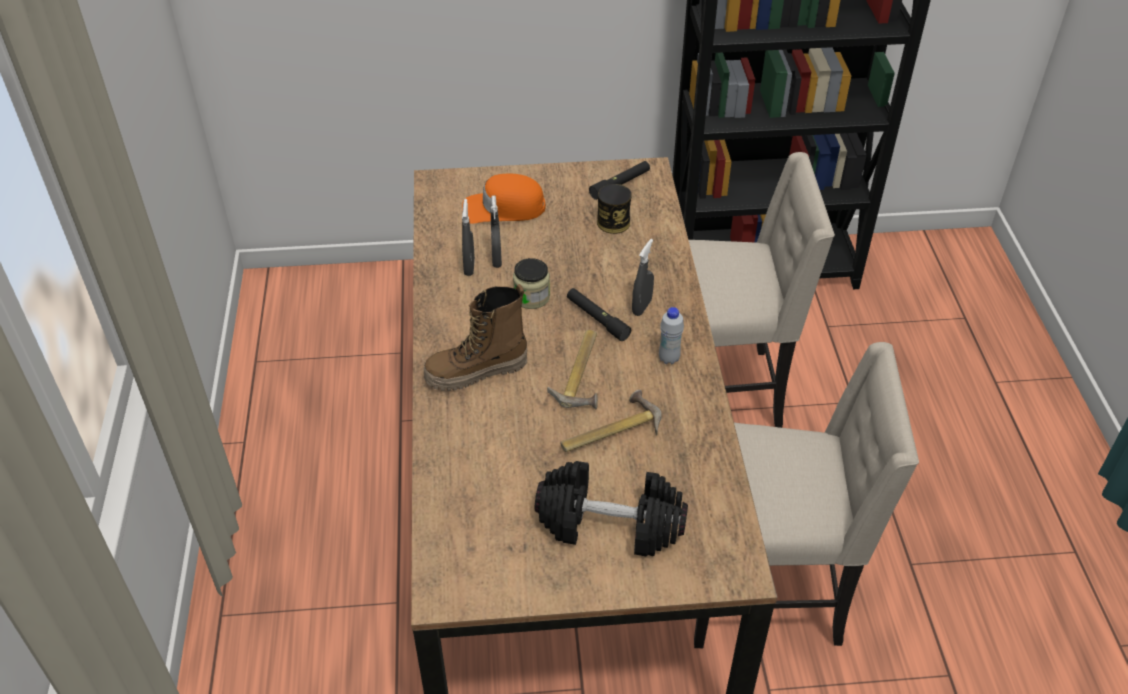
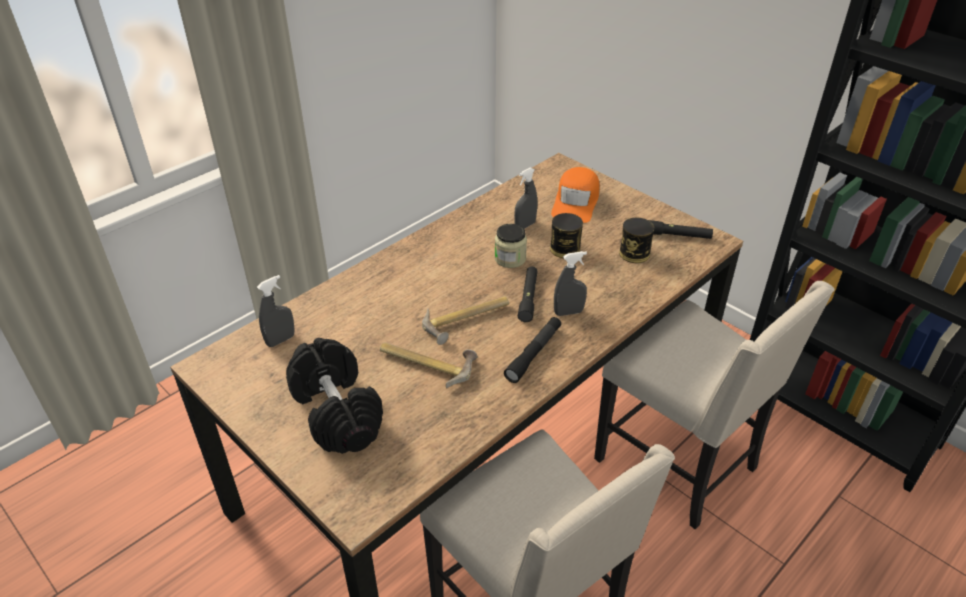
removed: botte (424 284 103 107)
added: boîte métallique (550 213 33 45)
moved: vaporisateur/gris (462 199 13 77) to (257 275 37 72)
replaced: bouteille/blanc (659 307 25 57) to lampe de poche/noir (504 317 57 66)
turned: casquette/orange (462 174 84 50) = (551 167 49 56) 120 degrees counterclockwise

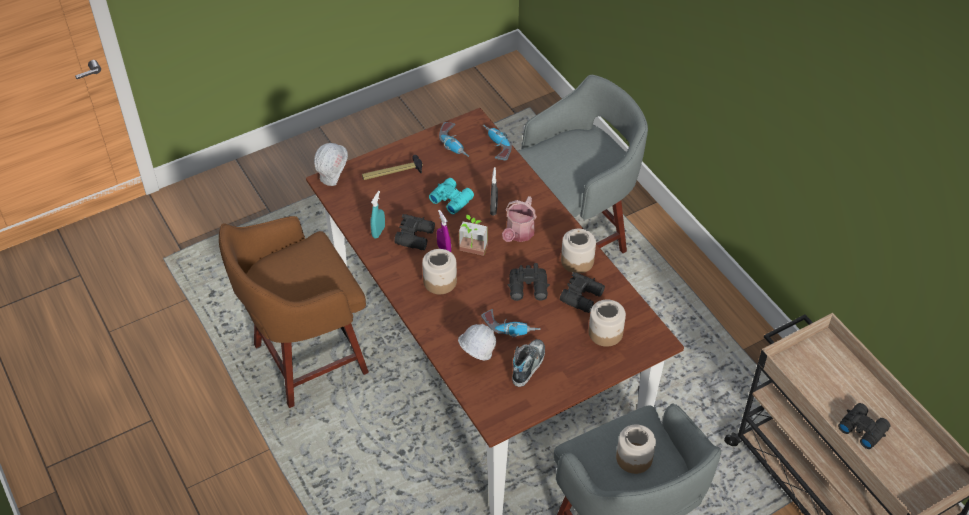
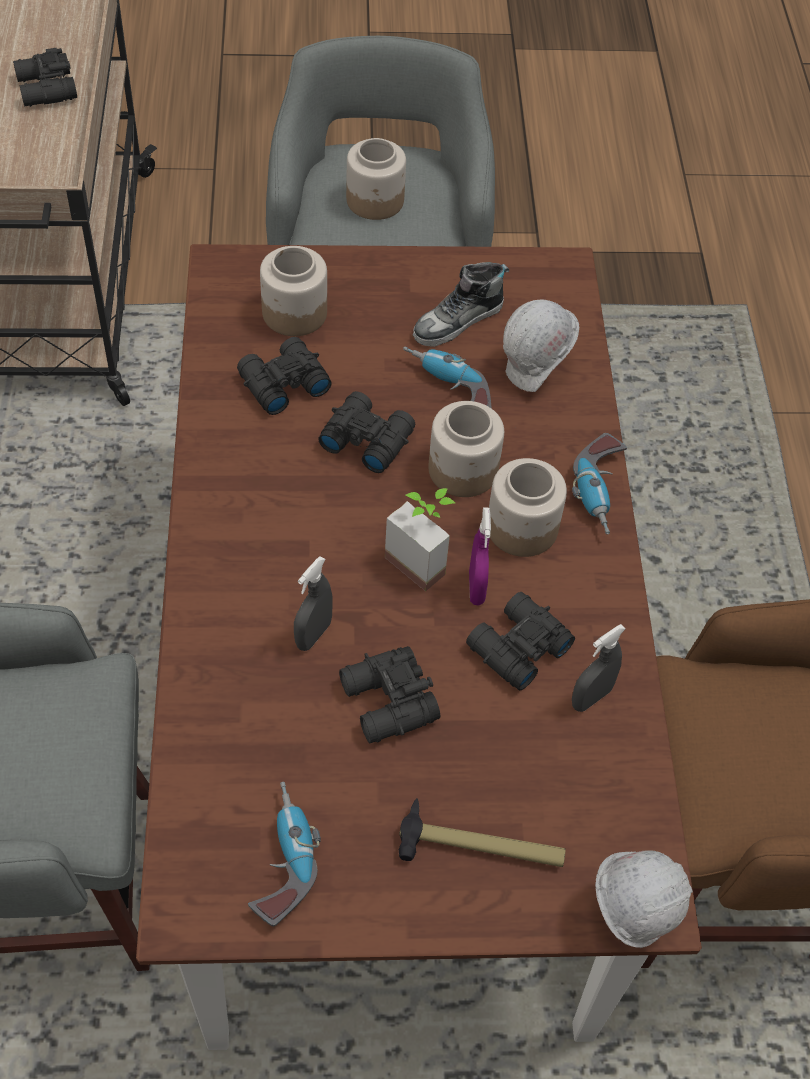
removed: arrosoir (502 196 35 46)
moved: perceuse (483 125 29 35) to (572 433 55 101); bocal (561 229 35 45) to (428 401 76 96)
recoloured: jumelles/turquoise (429 178 45 36) to jumelles/noir (339 646 101 97); vaporisateur/turquoise (370 191 15 47) to vaporisateur/gris (572 624 54 88)

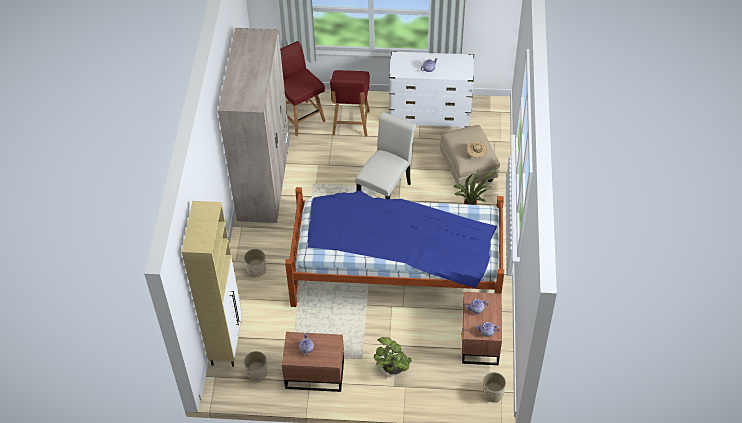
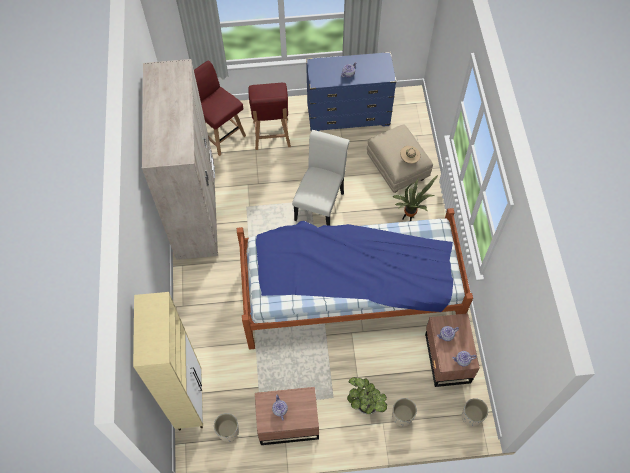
moved: cache-pot/beige (244 249 22 28) to (392 398 25 29)
recoloured: commode/blanc (389 51 85 77) to commode/bleu (306 52 91 79)

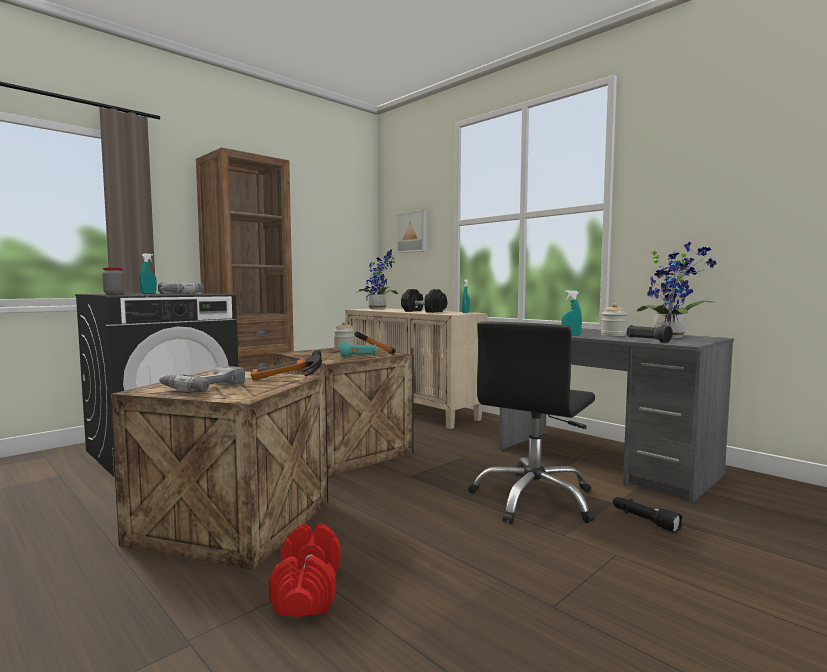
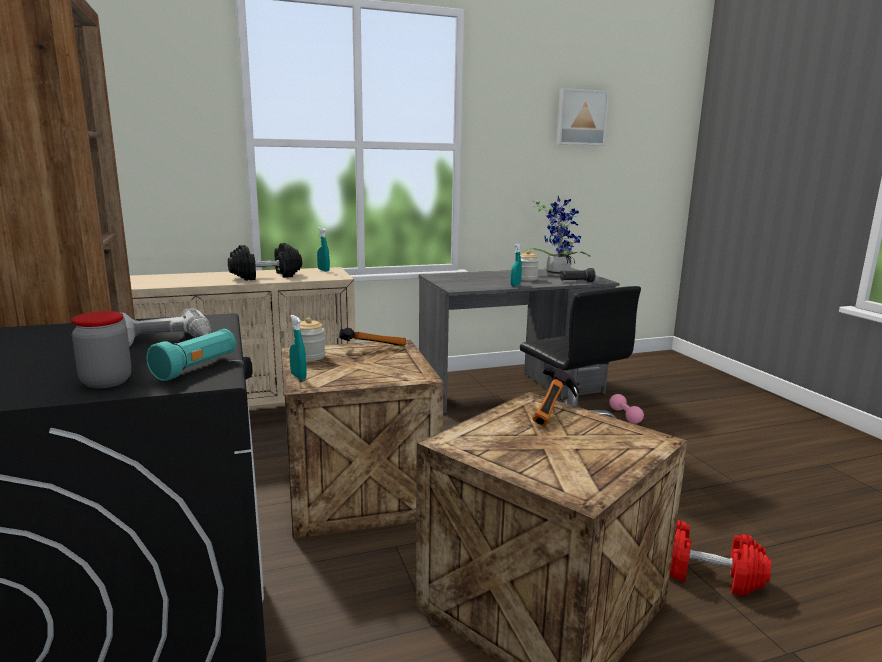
removed: plante en pot (355 249 43 60); perceuse (159 366 86 26)
moved: tableau (396 210 31 43) to (556 88 53 57); vaporisateur/turquoise (139 254 18 40) to (289 315 18 65); lampe de poche/turquoise (340 342 36 15) to (146 329 90 52)
replaced: lampe de poche/noir (613 497 70 37) to haltère/rose (609 394 35 30)

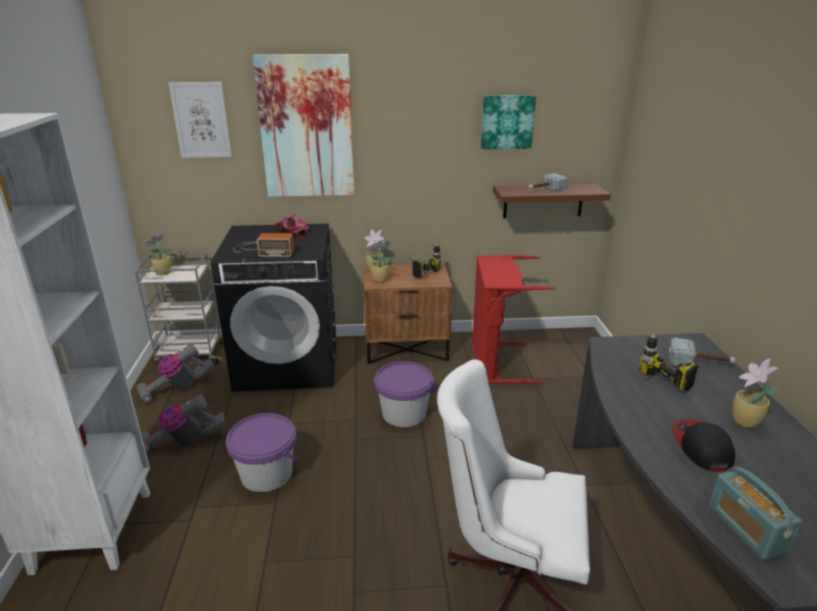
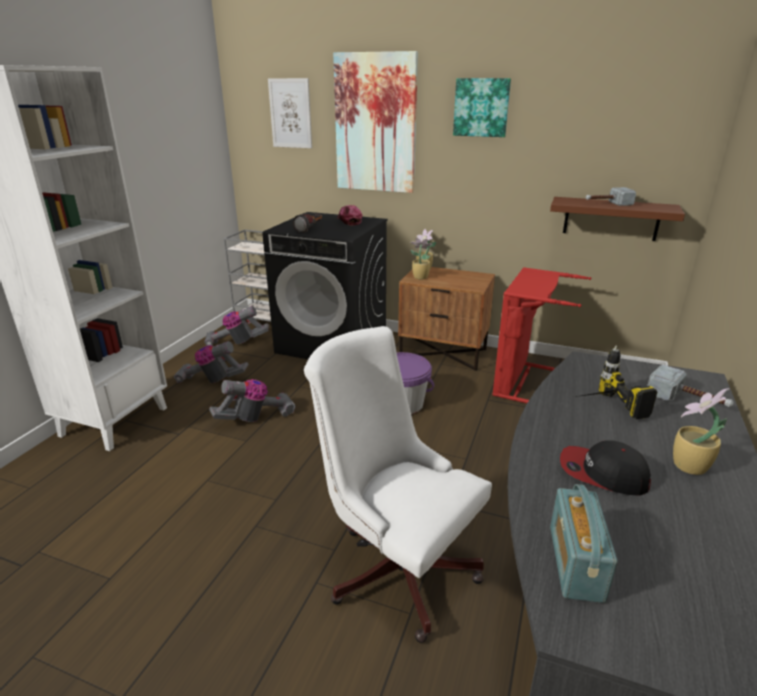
removed: plante en pot (144 233 28 42); perceuse (412 243 29 35)
moved: tableau (481 95 55 54) to (453 78 58 59)
replaced: radio (233 233 61 24) to lampe de poche (293 214 29 19); seau/violet (226 413 74 79) to aspirateur (209 379 87 43)
turned: casquette (672 419 63 52) = (560 440 91 56) 90 degrees counterclockwise

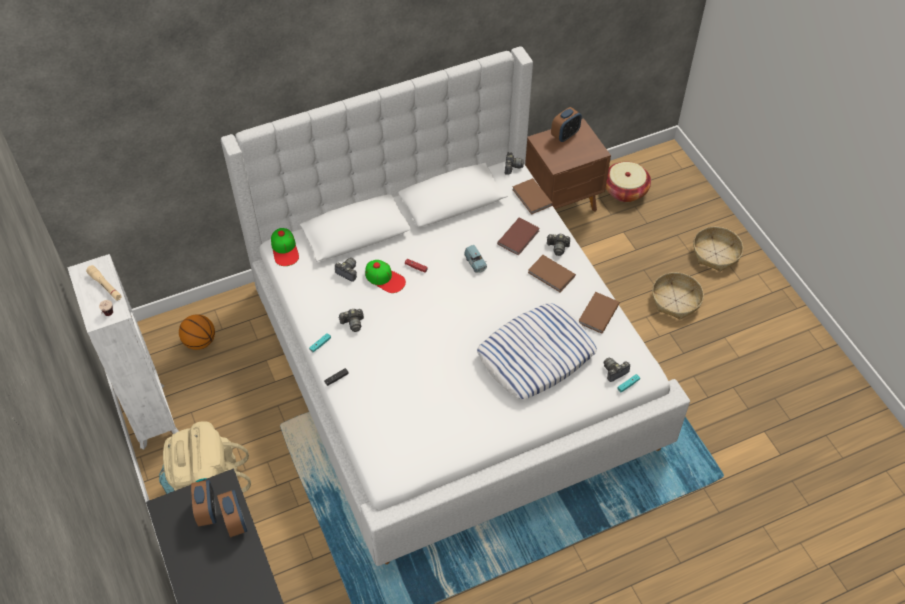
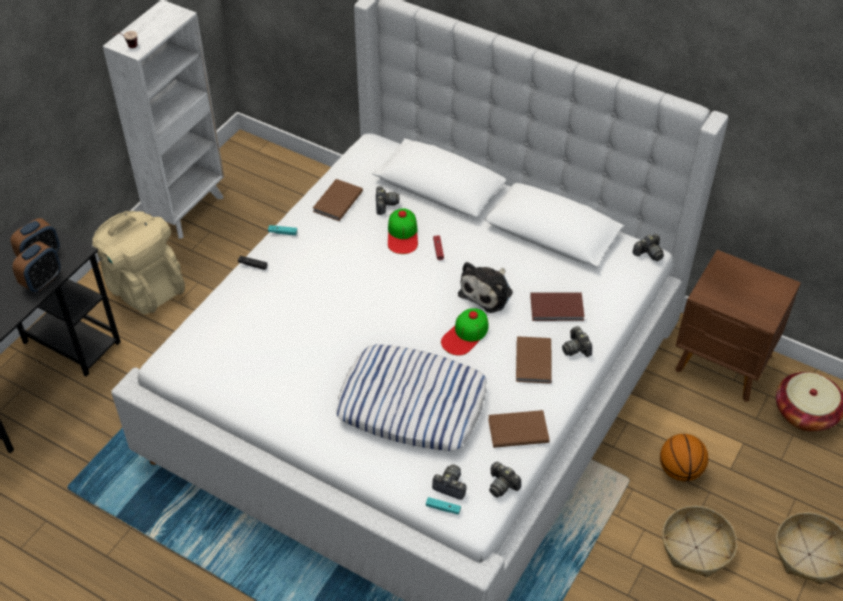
removed: réveil (551 107 31 35); lampe de poche/beige (86 265 36 36)
moved: livre/marron (512 178 41 37) to (313 179 50 42); casquette (271 228 28 38) to (441 308 47 48); appareil photo (339 309 25 23) to (489 462 32 36); ballon de basket (179 314 36 36) to (660 434 49 47)
replaced: petite voiture/bleu (464 245 23 28) to peluche (458 262 55 51)

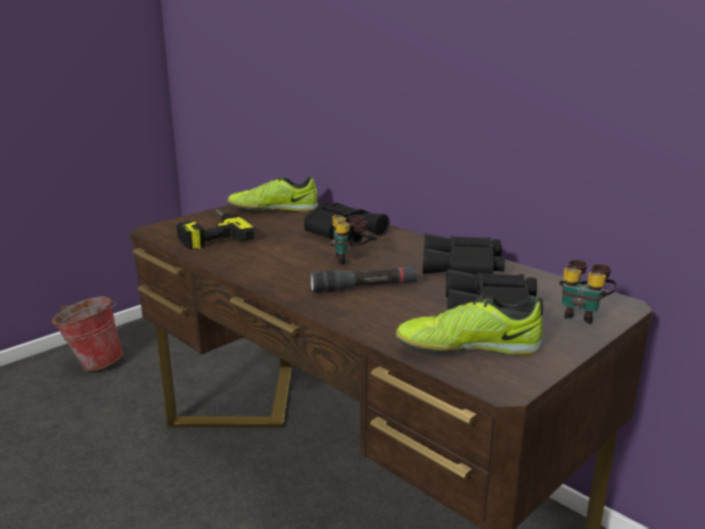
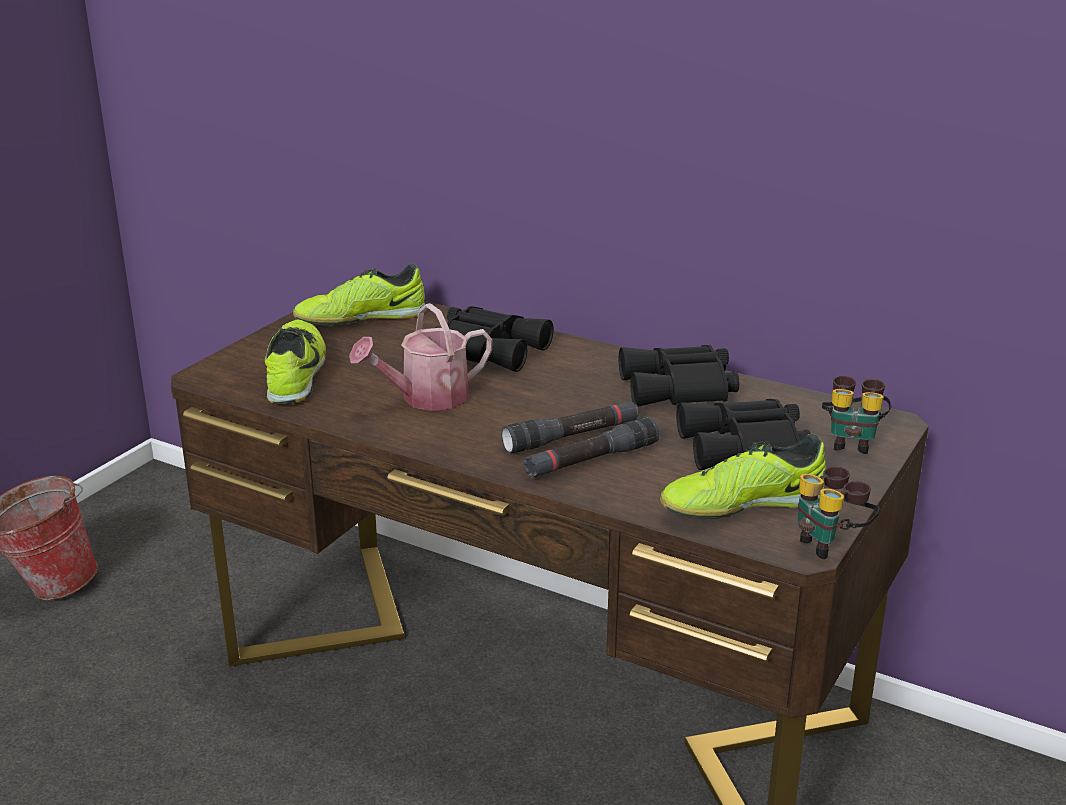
added: arrosoir (349 303 144 108); lampe de poche/noir (523 416 136 62)
moved: jumelles (329 215 48 50) to (797 466 83 93)
replaced: perceuse (177 209 78 40) to chaussure (265 320 61 85)

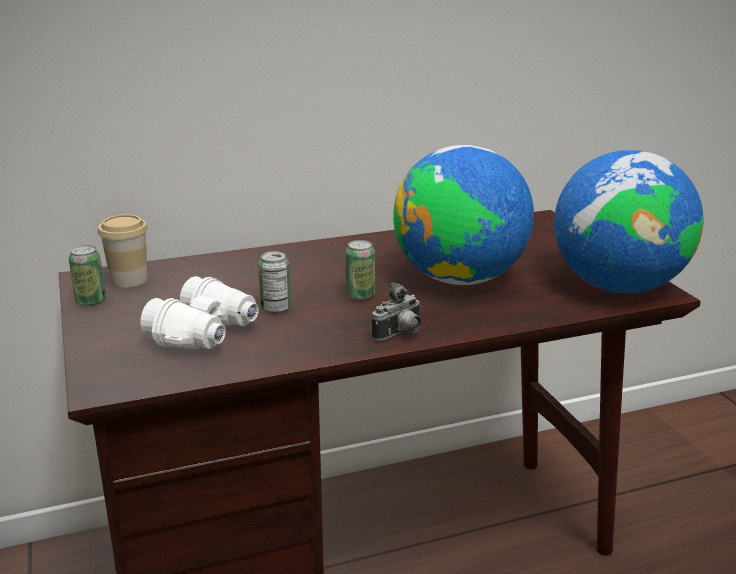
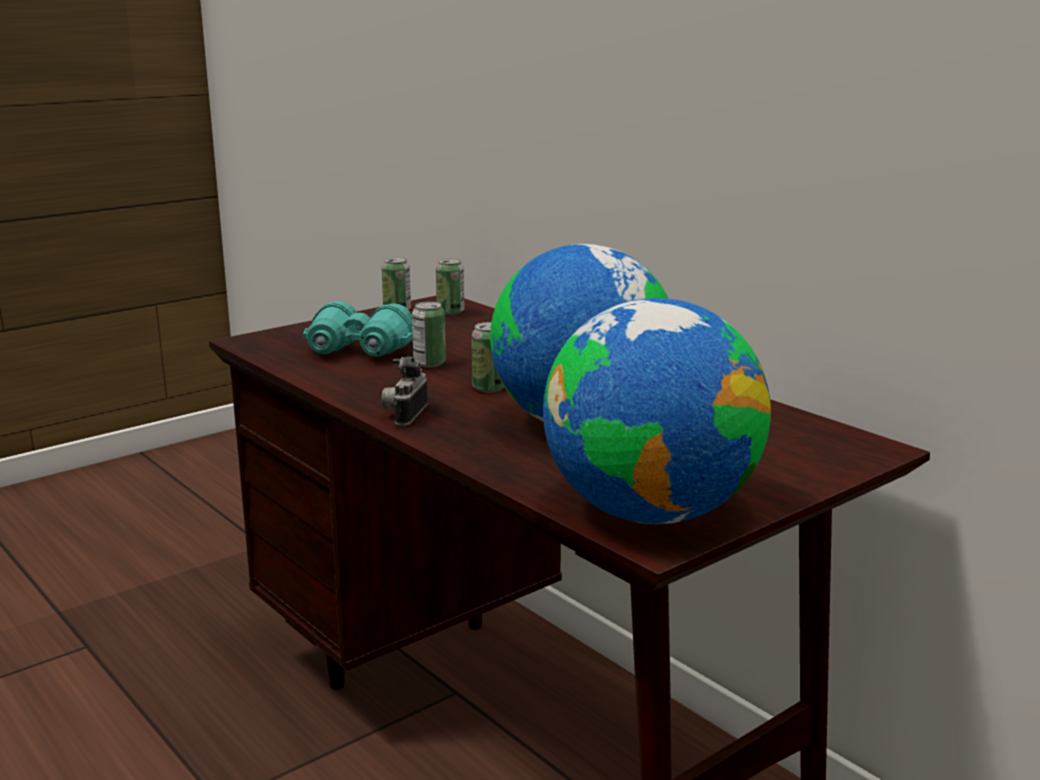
replaced: tasse (98 214 50 73) to boîte métallique (436 258 28 57)
recoloured: jumelles/blanc (140 276 119 73) to jumelles/turquoise (303 301 110 56)
turned: appareil photo (372 282 49 59) = (381 356 47 70) 75 degrees clockwise

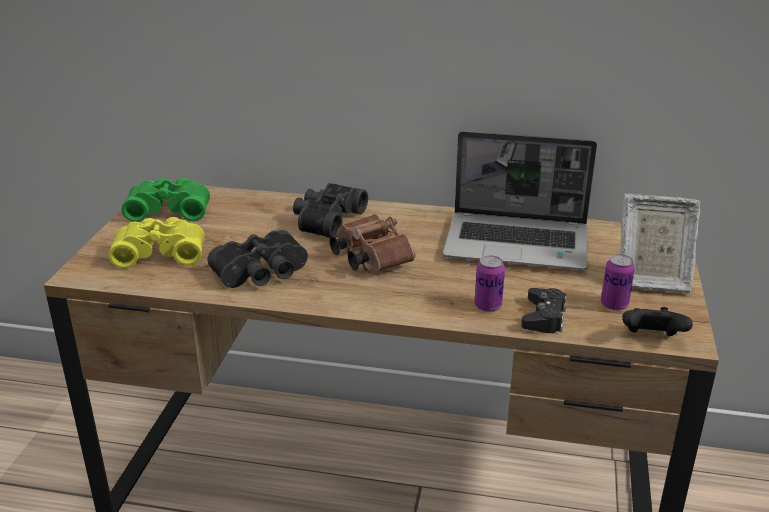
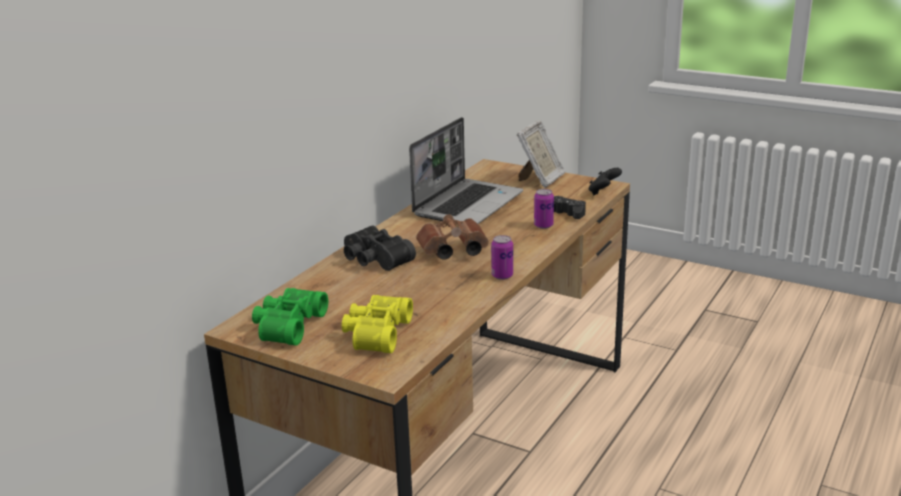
removed: jumelles/noir (208 230 100 58)
moved: boîte métallique (601 254 34 56) to (491 235 22 45)

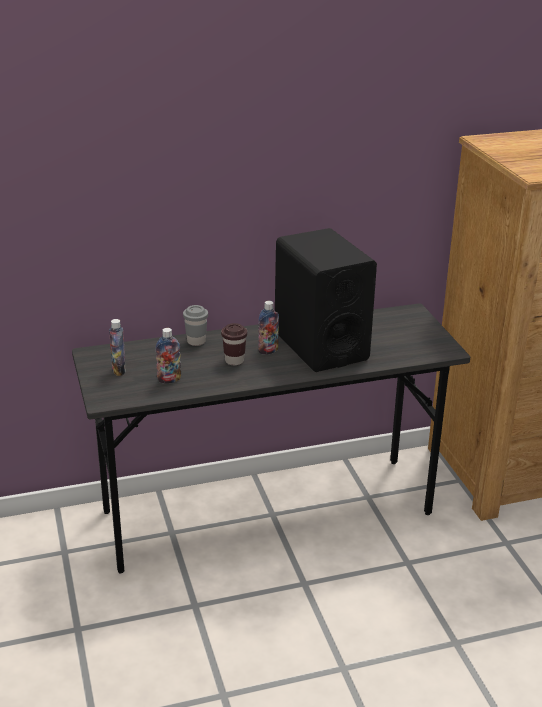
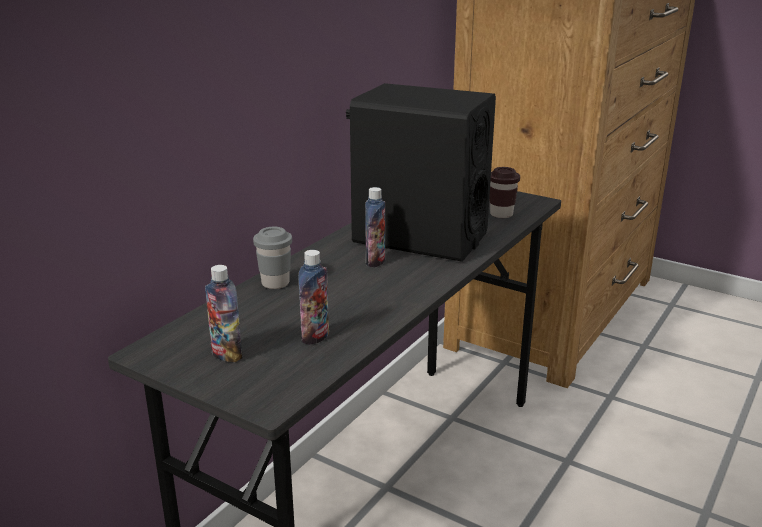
moved: tasse/marron (221 323 26 42) to (489 167 31 51)

